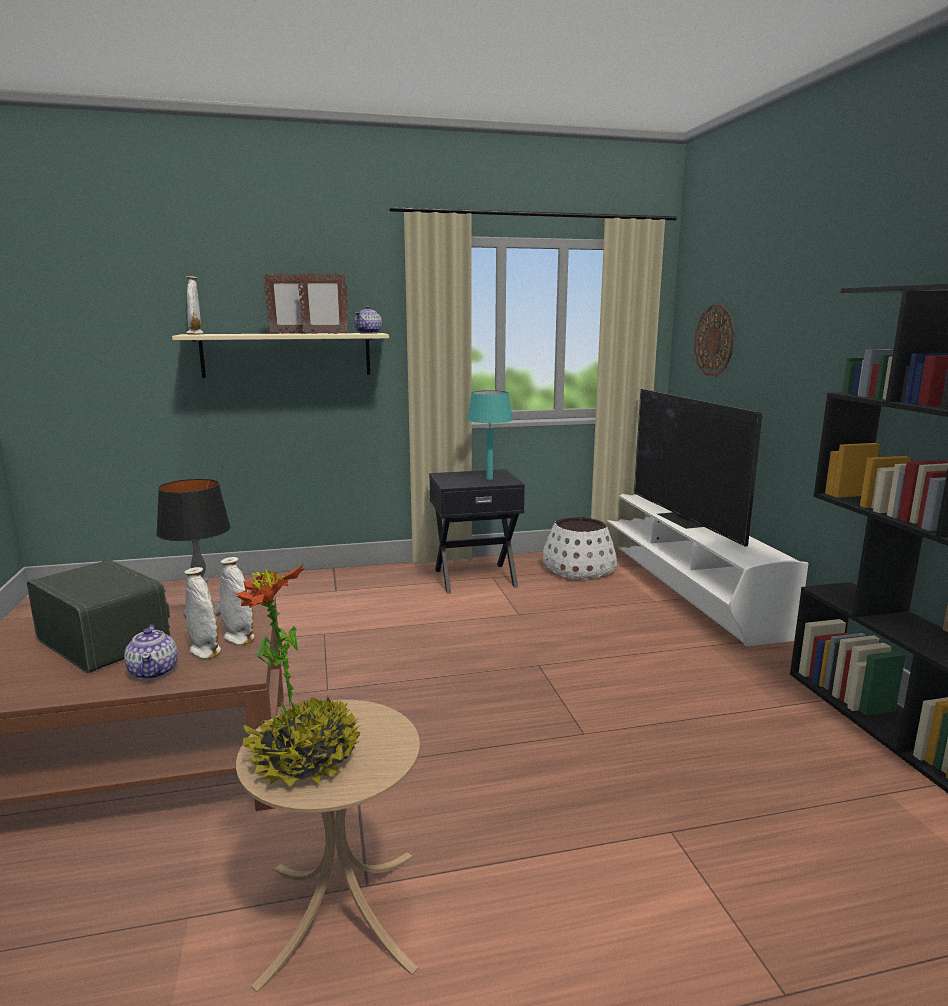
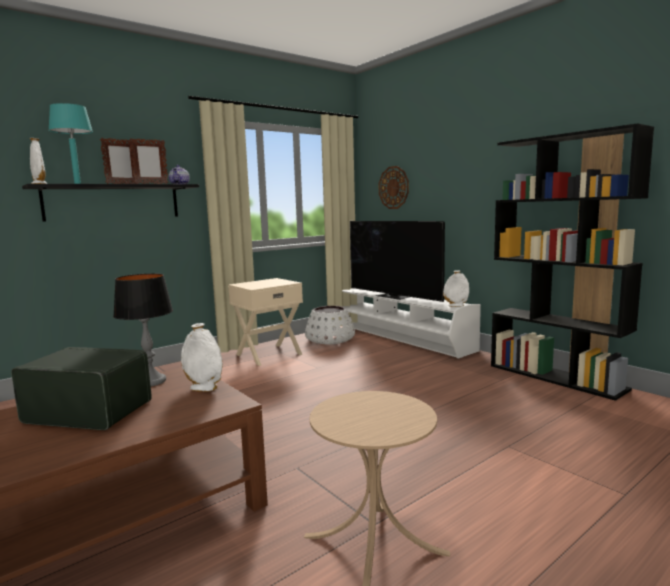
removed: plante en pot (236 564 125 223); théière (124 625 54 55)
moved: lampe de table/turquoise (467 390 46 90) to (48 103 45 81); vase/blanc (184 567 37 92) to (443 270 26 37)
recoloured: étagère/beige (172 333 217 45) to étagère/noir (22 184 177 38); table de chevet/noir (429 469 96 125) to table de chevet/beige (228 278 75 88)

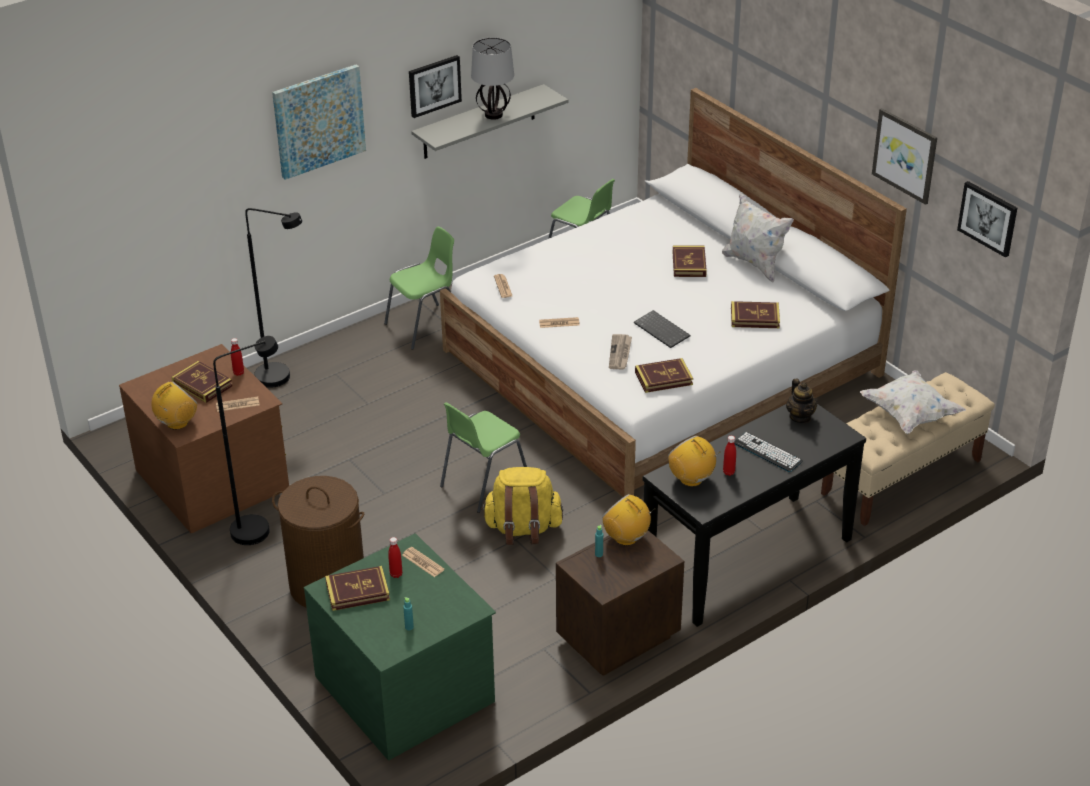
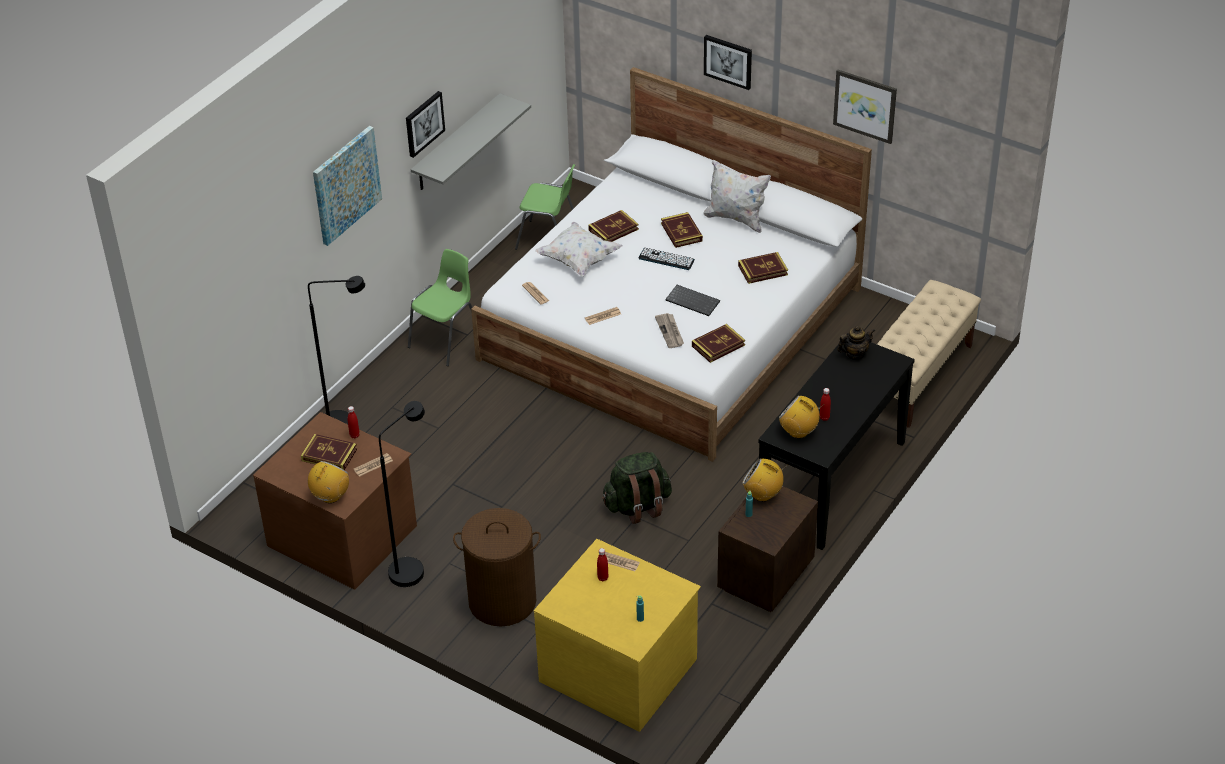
removed: lampe de table (471 37 43 83); chaise/vert (440 402 87 111)
moved: tableau (957 181 60 76) to (704 35 48 55); coussin/blanc (860 370 106 64) to (535 222 88 55); clavier (734 432 69 40) to (638 248 57 22); livre (325 566 65 45) to (588 210 51 32)
recoloured: sac à dos/jaune (481 467 82 78) to sac à dos/vert (602 452 70 72); commode/vert (304 533 192 227) to commode/jaune (534 539 167 193)
turned: théière (786 378 32 46) = (837 326 38 34) 75 degrees counterclockwise

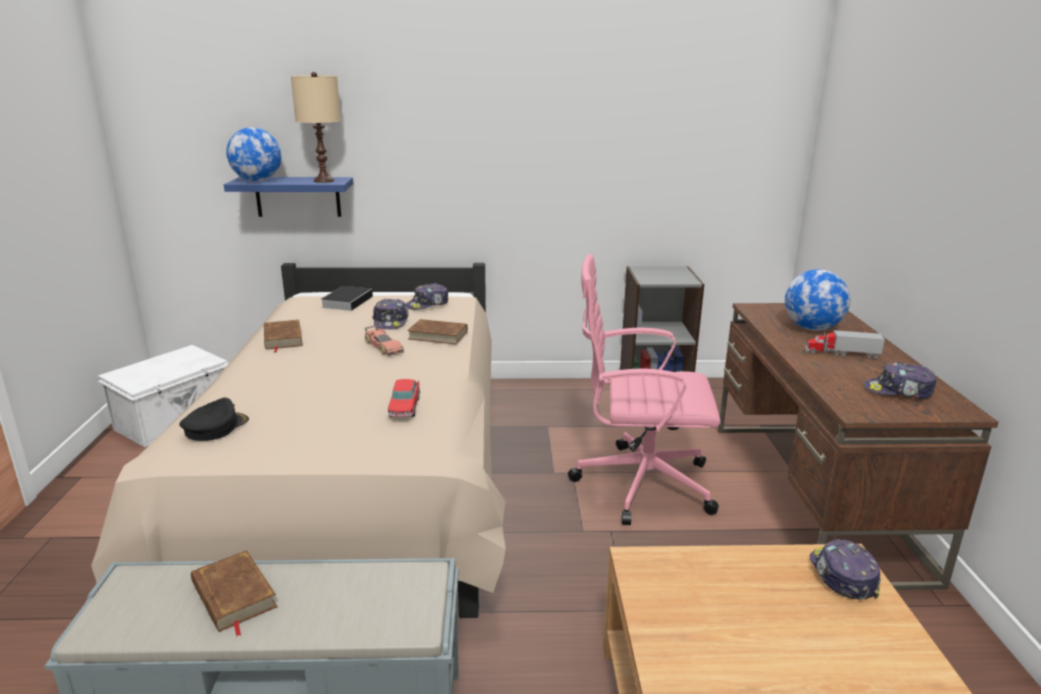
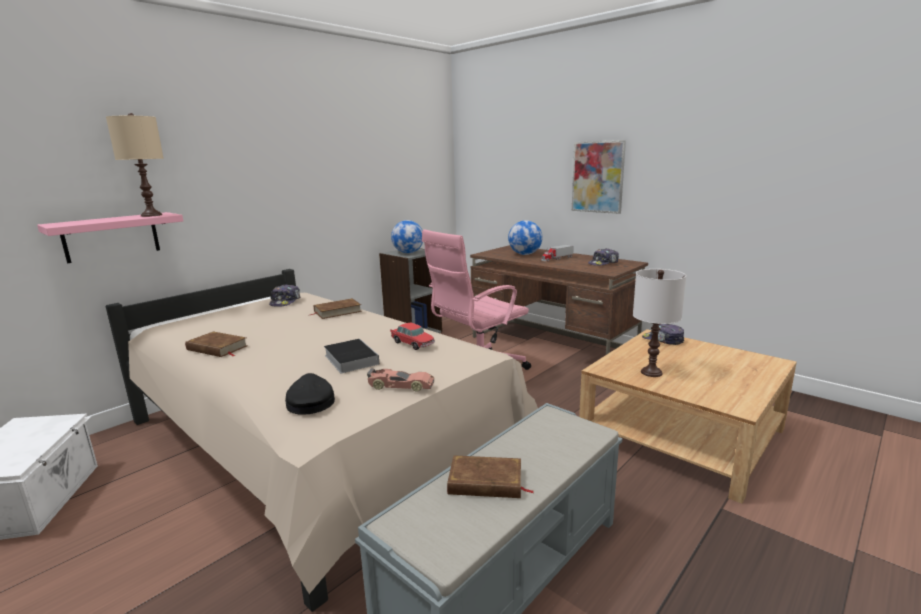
removed: casquette (372 299 37 30)
added: tableau (572 140 54 74); lampe de table/blanc (633 269 53 108)
moved: globe (226 127 56 54) to (391 220 32 33); livre (321 286 52 25) to (324 339 55 34); petite voiture (365 325 39 31) to (367 368 67 23)
recoloured: étagère/bleu (224 177 129 40) to étagère/rose (37 212 146 51)

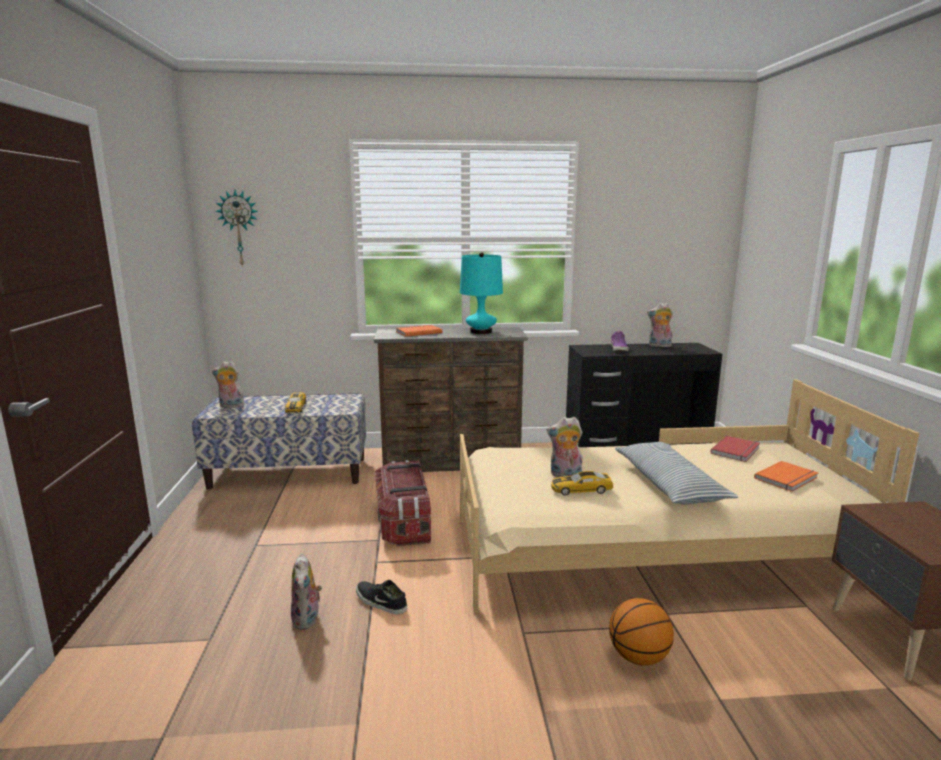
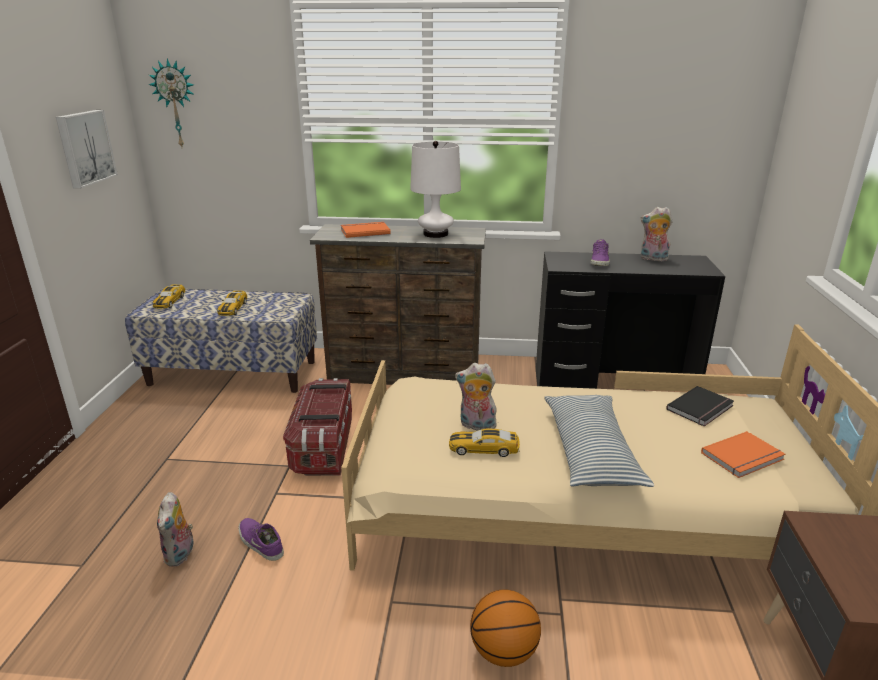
added: tableau (56 110 62 78)
replaced: peluche (212 361 33 47) to petite voiture (153 285 33 24)
recoloured: lampe de table/turquoise (460 252 43 82) to lampe de table/blanc (410 141 51 97); livre/rouge (710 436 50 26) to livre/noir (666 386 68 40); chaussure/noir (356 580 51 34) to chaussure/violet (239 518 45 43)

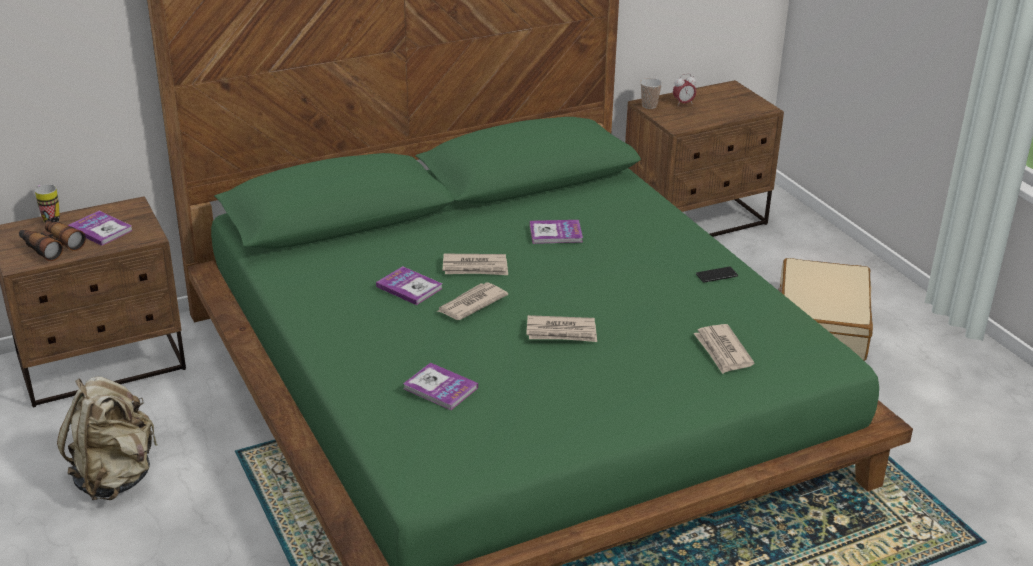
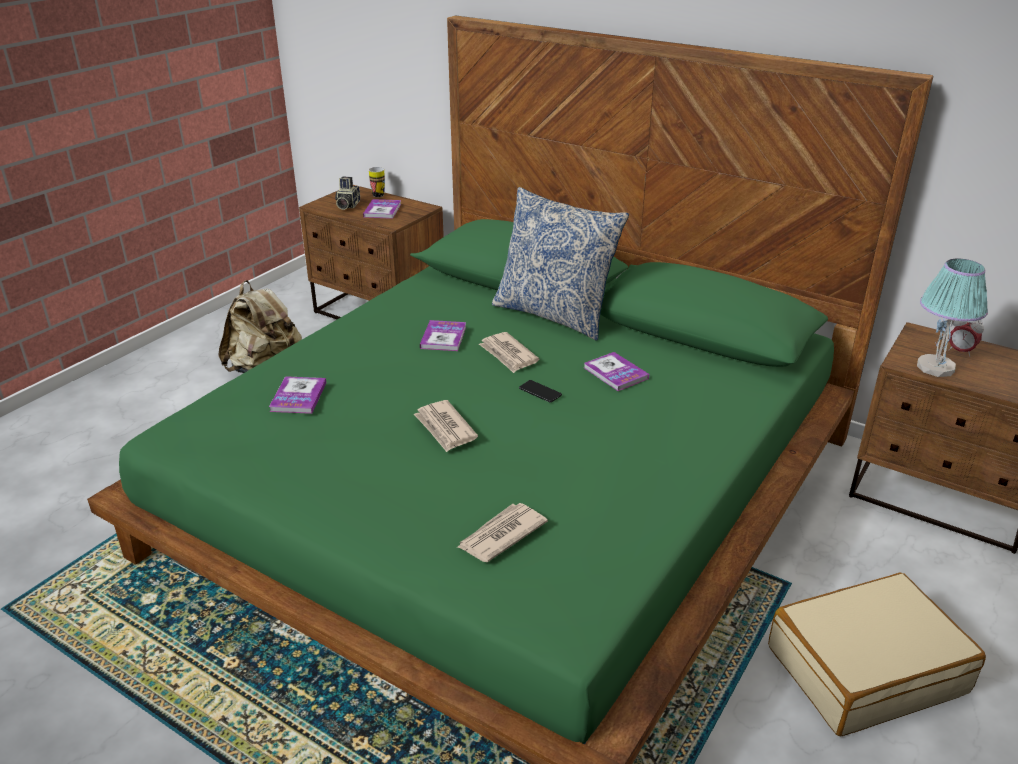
removed: tasse (640 78 22 31); journal (437 282 71 38)
added: coussin (492 187 137 154); lampe de table (917 259 71 118)
moved: téléphone (696 267 42 16) to (519 380 43 23)
replaced: jumelles (19 220 67 41) to appareil photo (335 177 25 33)

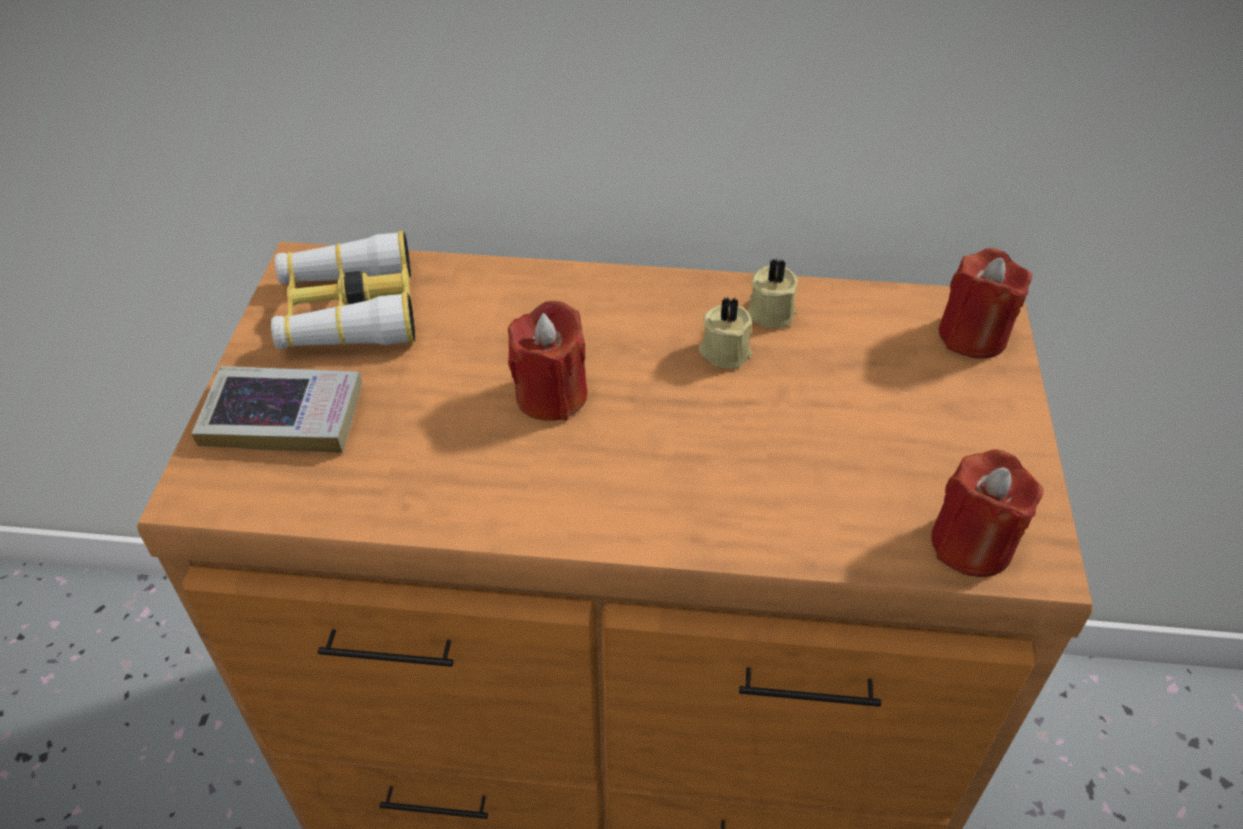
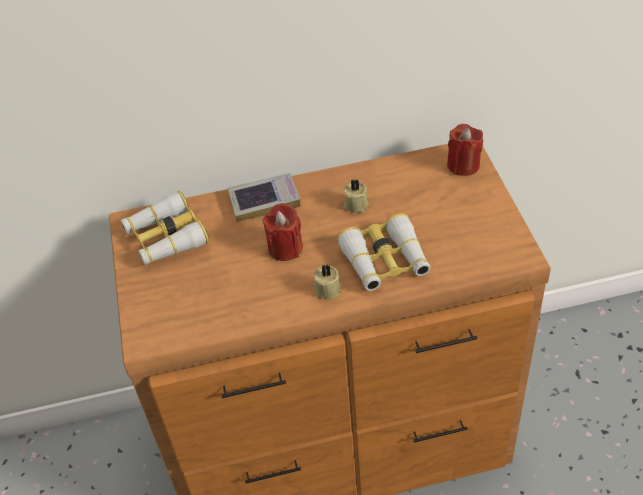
removed: bougie/rouge (931 449 113 128)
added: jumelles (337 213 93 78)
moved: bougie/beige (747 257 51 71) to (314 265 27 34); livre (192 366 170 87) to (228 173 73 49)

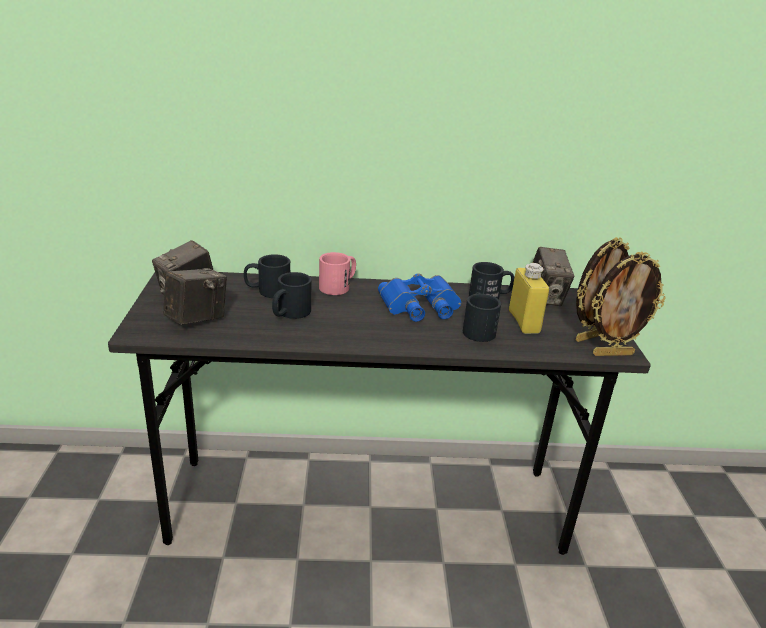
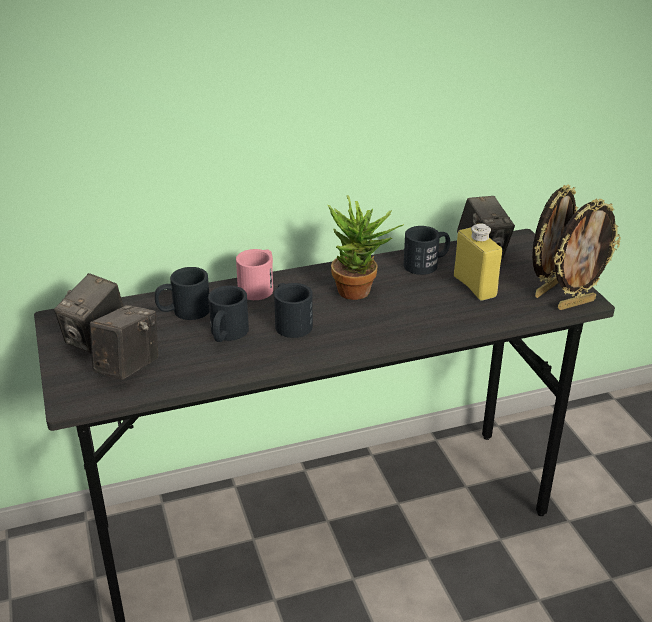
moved: mug/noir (463 294 38 48) to (274 283 39 55)
replaced: jumelles/bleu (378 273 83 49) to plante en pot (328 195 76 105)

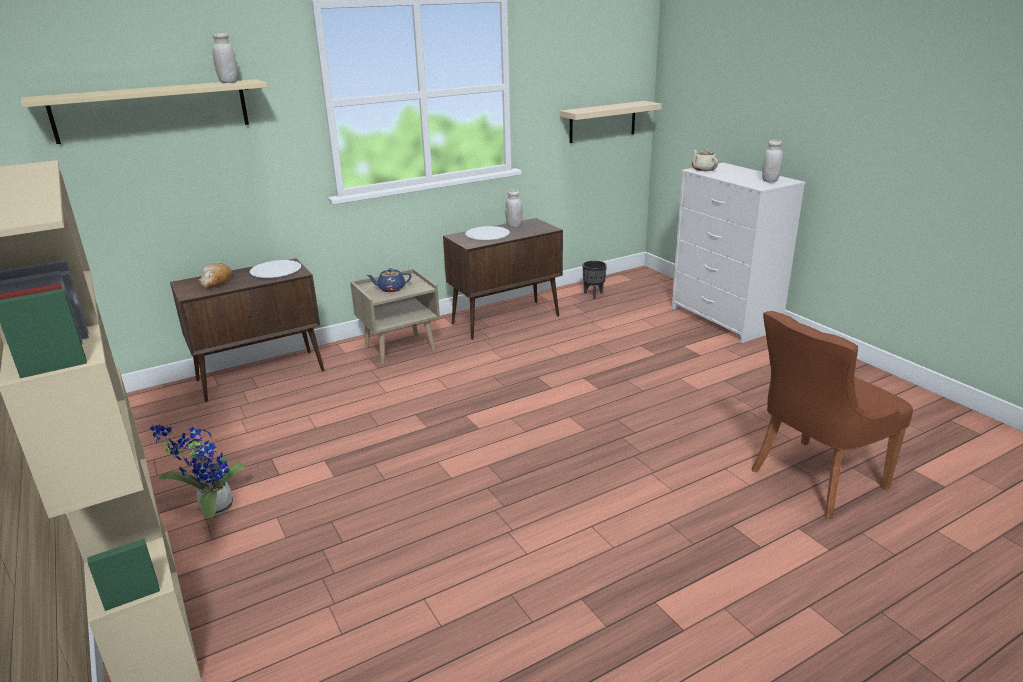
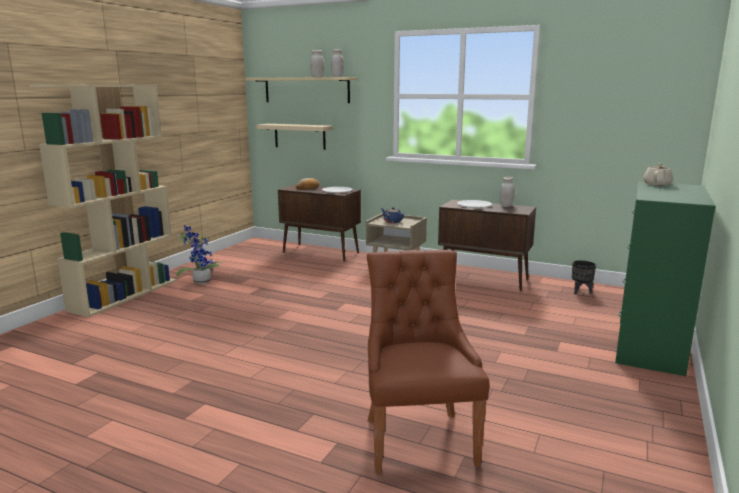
moved: étagère/beige (560 101 102 42) to (257 124 76 26); bocal/blanc (762 140 21 43) to (310 50 14 27)
recoloured: commode/blanc (671 163 135 180) to commode/vert (615 182 101 194)
turned: chaise/marron (752 311 161 208) = (367 250 122 224) 60 degrees clockwise

